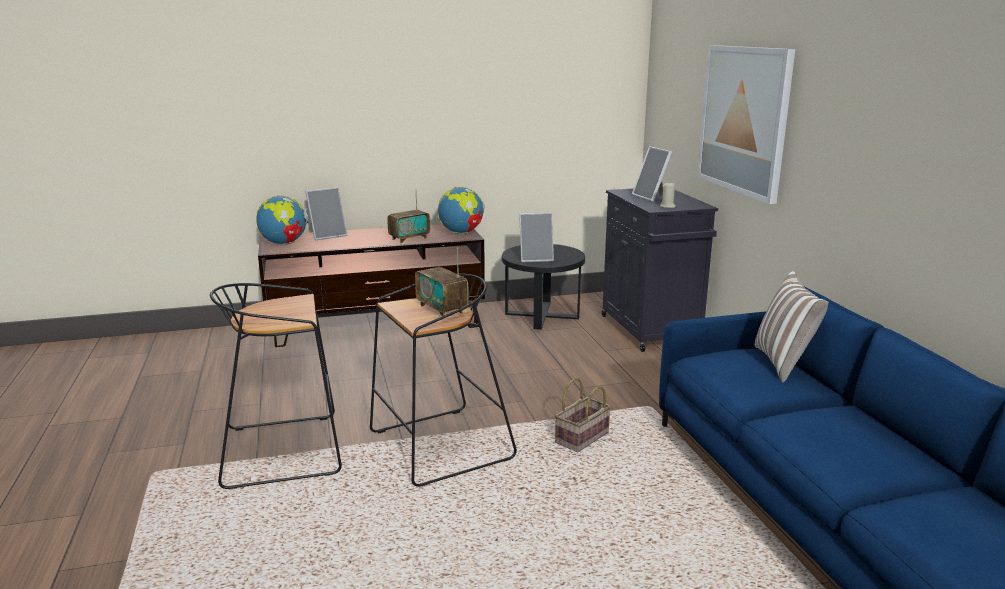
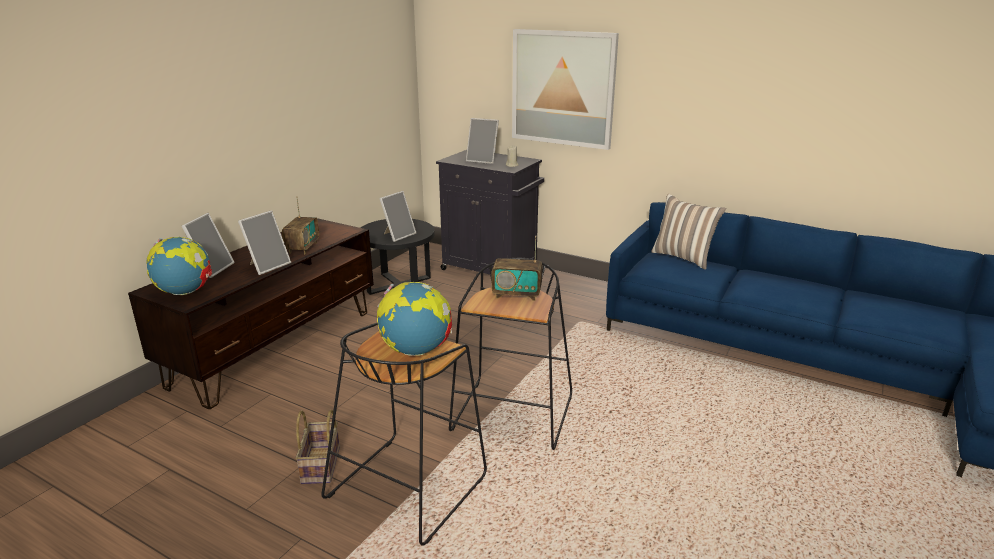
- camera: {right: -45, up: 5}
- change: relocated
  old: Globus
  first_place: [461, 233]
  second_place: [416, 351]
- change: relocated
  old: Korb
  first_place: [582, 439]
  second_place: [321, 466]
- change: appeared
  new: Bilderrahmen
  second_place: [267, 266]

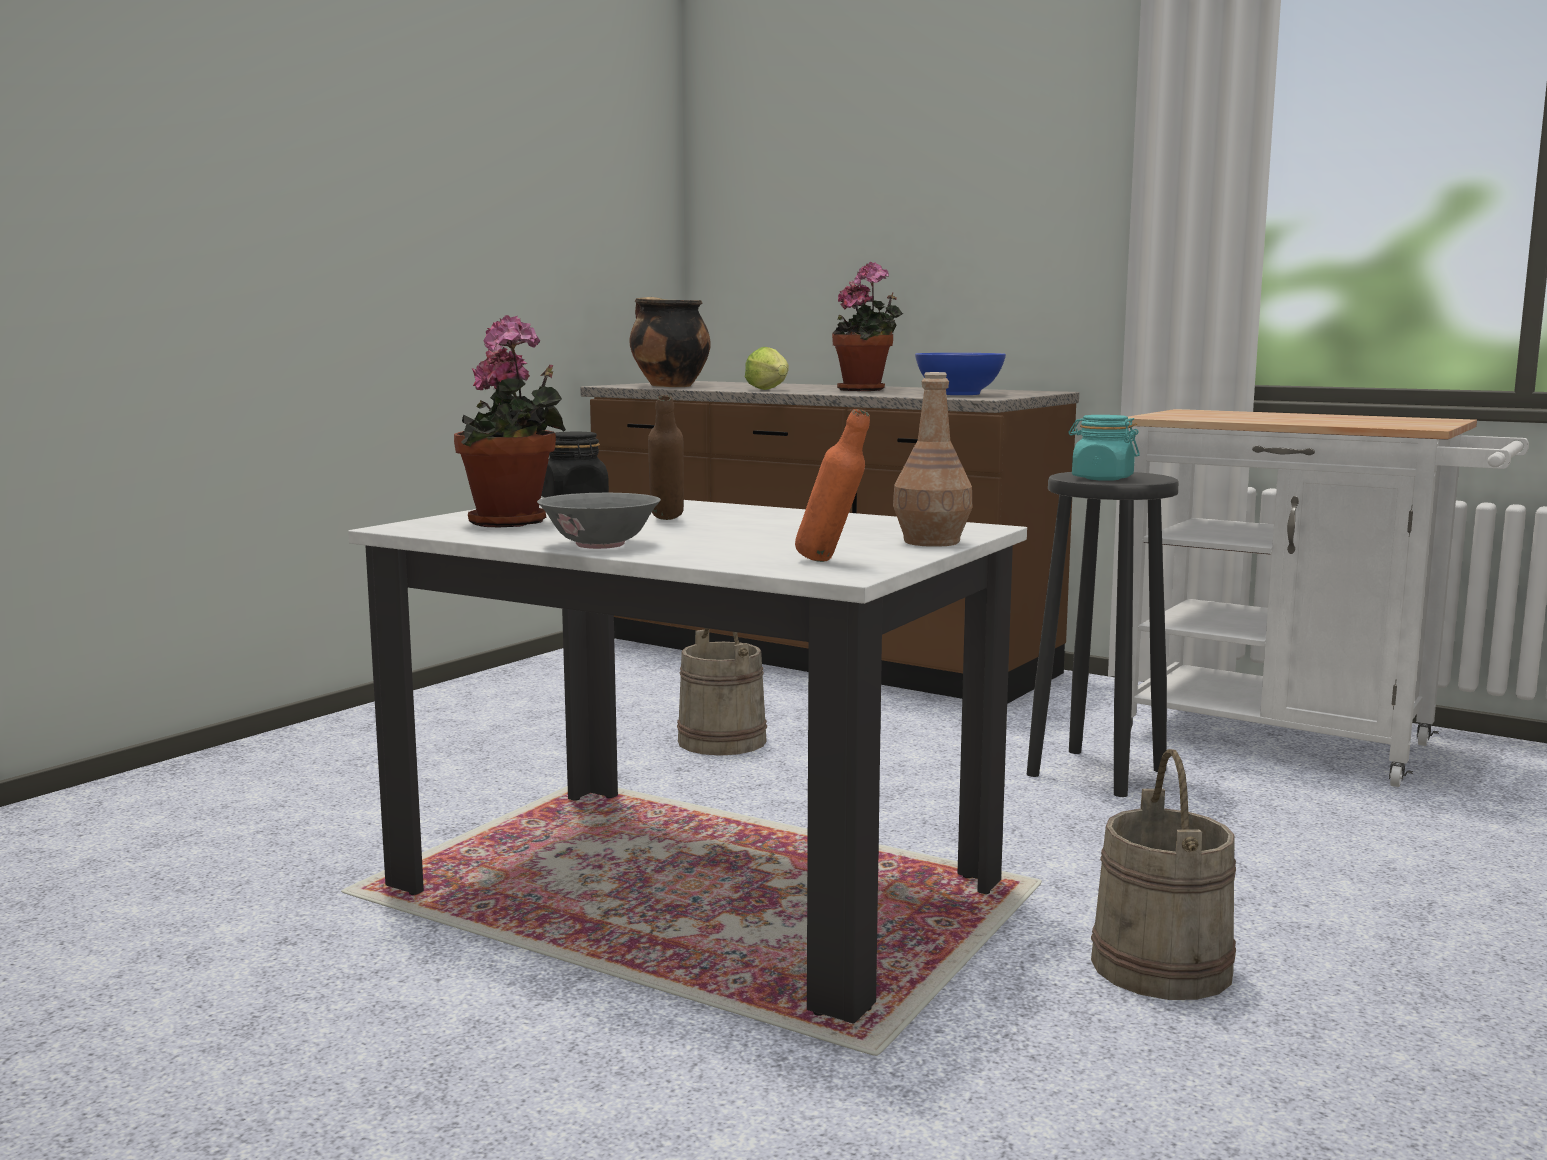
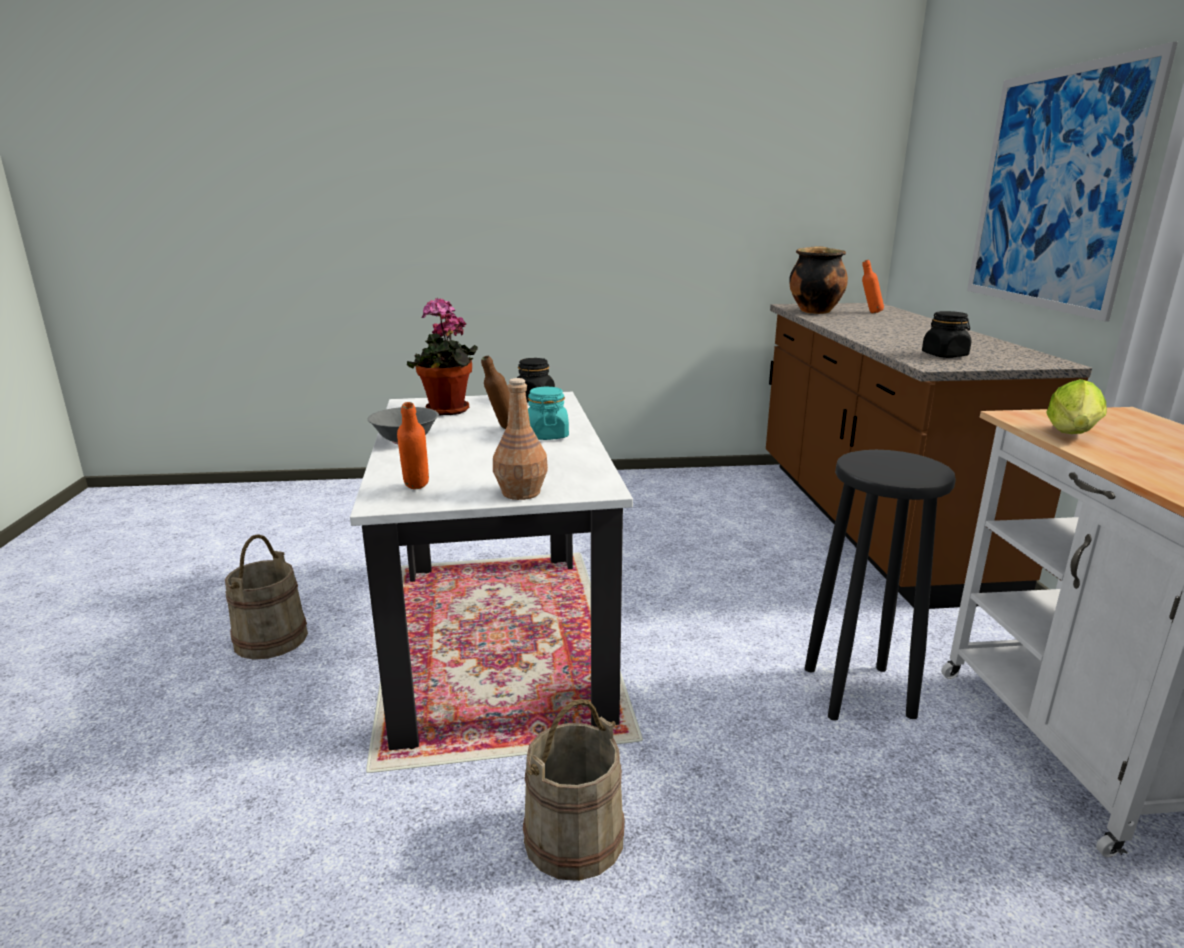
- camera: {right: 50, up: 10}
- change: relocated
  old: Eimer [beige]
  first_place: [721, 741]
  second_place: [270, 639]
- change: relocated
  old: Salatkopf
  first_place: [770, 390]
  second_place: [1072, 436]
- change: missing
  old: Topfpflanze
  first_place: [865, 390]
- change: exchanged
  old: Schüssel [blau]
  new: Vorratsglas [schwarz]
  first_place: [958, 394]
  second_place: [944, 355]
- change: relocated
  old: Vorratsglas [türkis]
  first_place: [1102, 478]
  second_place: [547, 435]
- change: appeared
  new: Flasche [orange]
  second_place: [869, 313]
- change: appeared
  new: Bild
  second_place: [1053, 190]

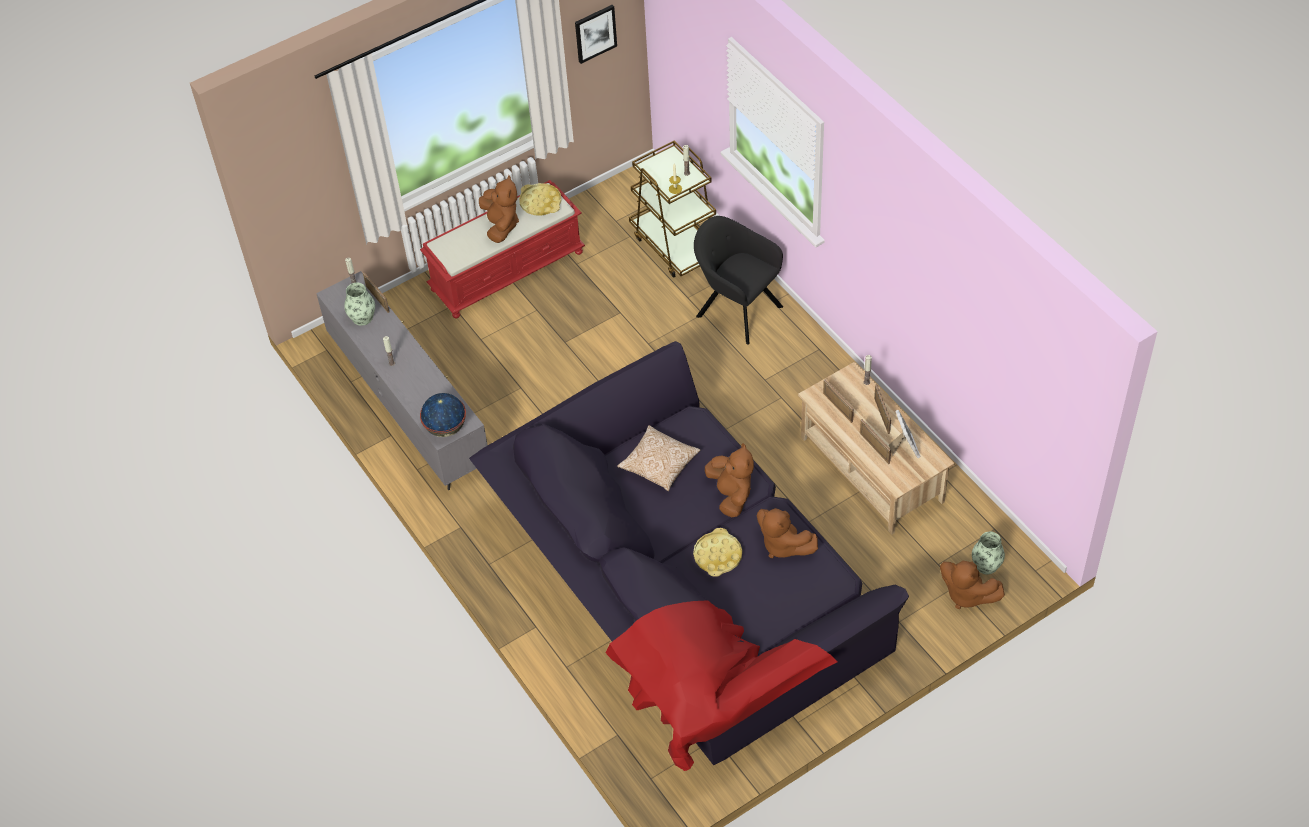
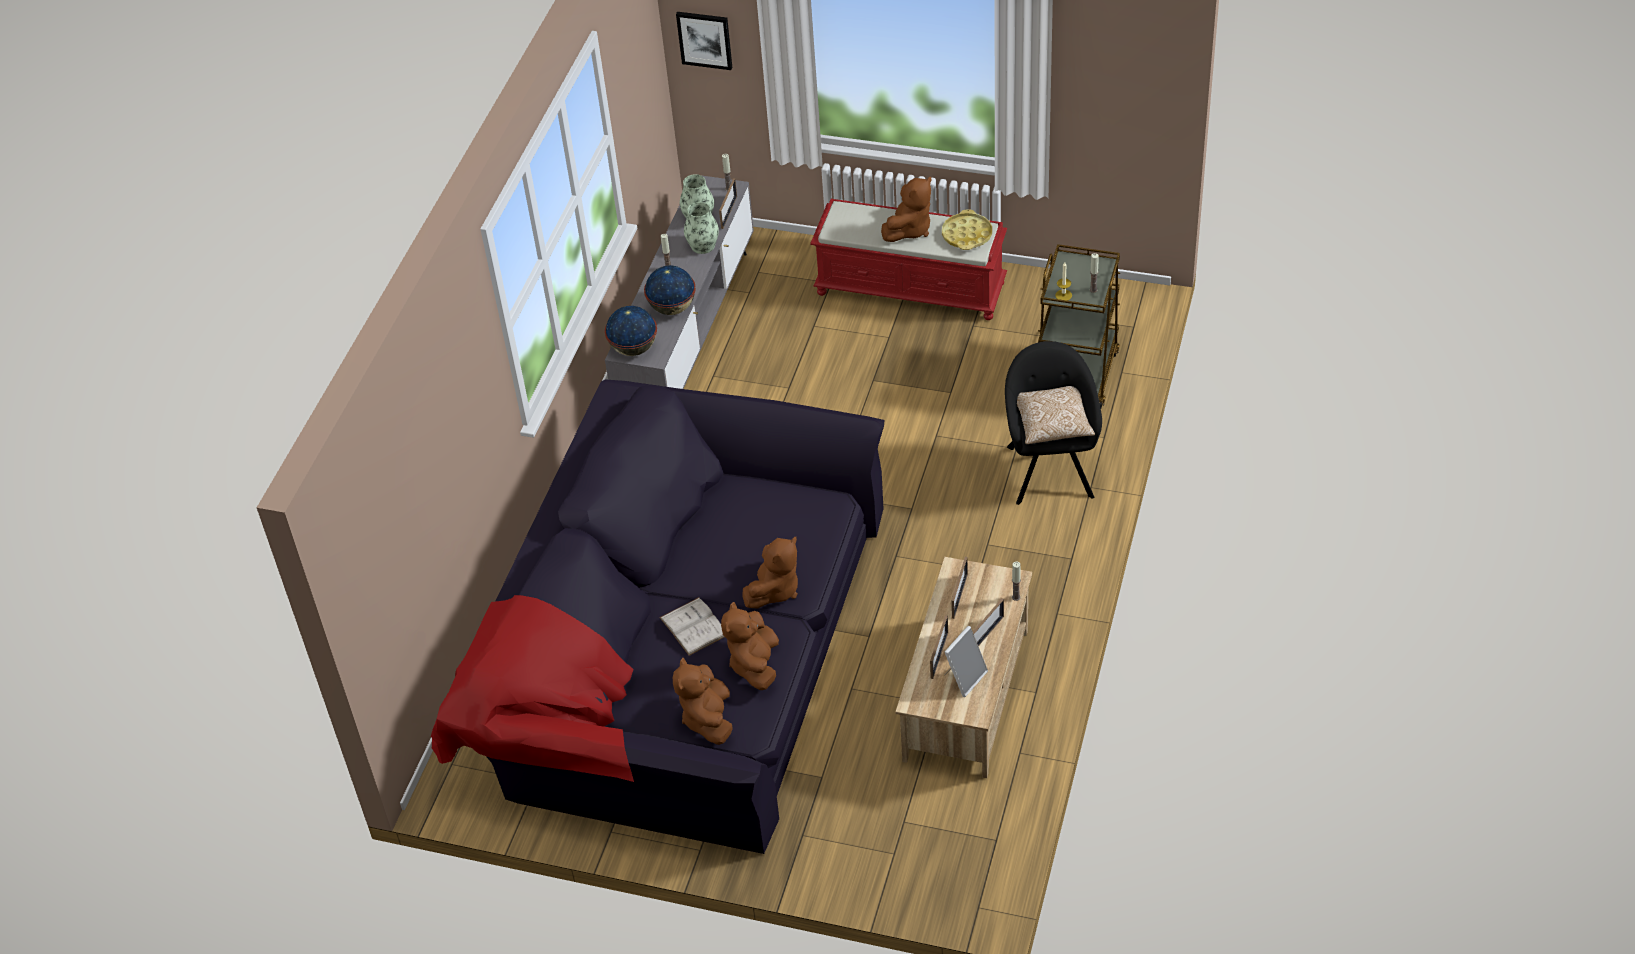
- camera: {right: 50, up: -5}
- change: relocated
  old: Bild
  first_place: [595, 33]
  second_place: [705, 39]
- change: relocated
  old: Kissen
  first_place: [659, 465]
  second_place: [1052, 424]
- change: exchanged
  old: Tablett [gelb]
  new: Buch [weiß]
  first_place: [718, 555]
  second_place: [694, 626]
- change: relocated
  old: Plüschtier [braun]
  first_place: [966, 594]
  second_place: [708, 719]
- change: relocated
  old: Vase
  first_place: [986, 565]
  second_place: [703, 246]
- change: appeared
  new: Globus
  second_place: [672, 308]

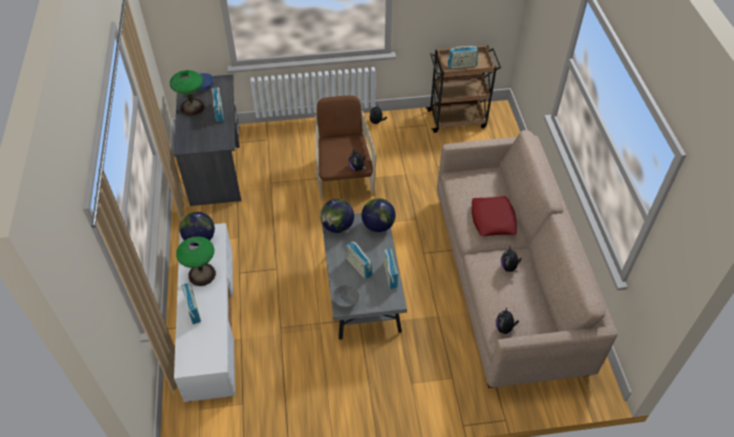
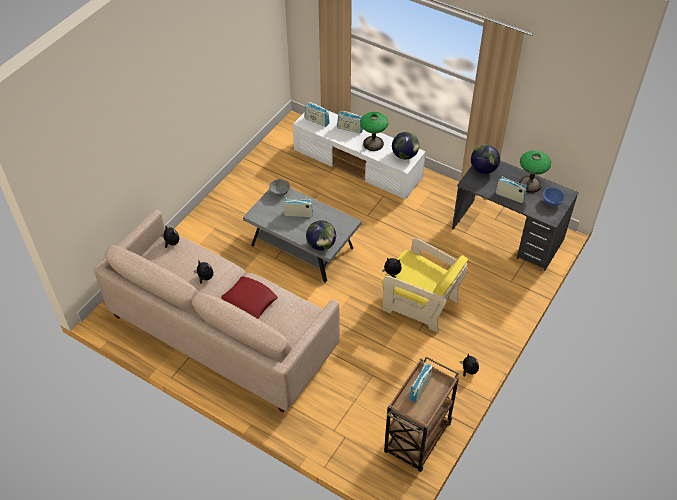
- camera: {right: 130, up: 0}
- change: colour
  old: Sessel [braun]
  new: Sessel [gelb]
  first_place: [344, 177]
  second_place: [420, 304]
- change: relocated
  old: Globus
  first_place: [337, 226]
  second_place: [483, 169]
- change: relocated
  old: Radio
  first_place: [390, 275]
  second_place: [317, 121]

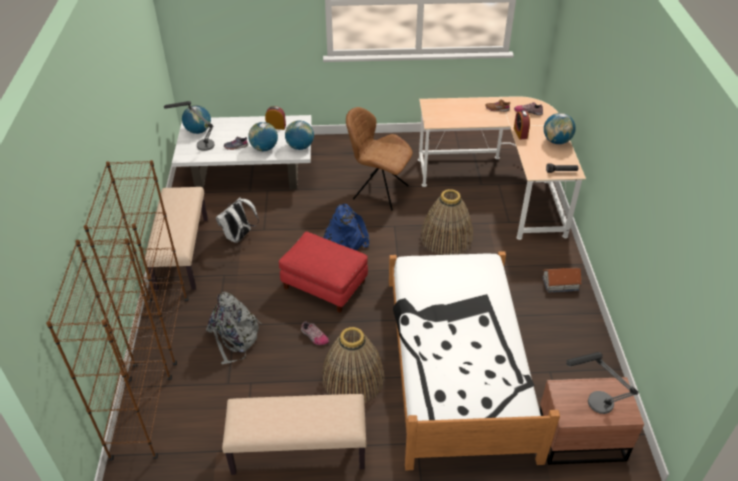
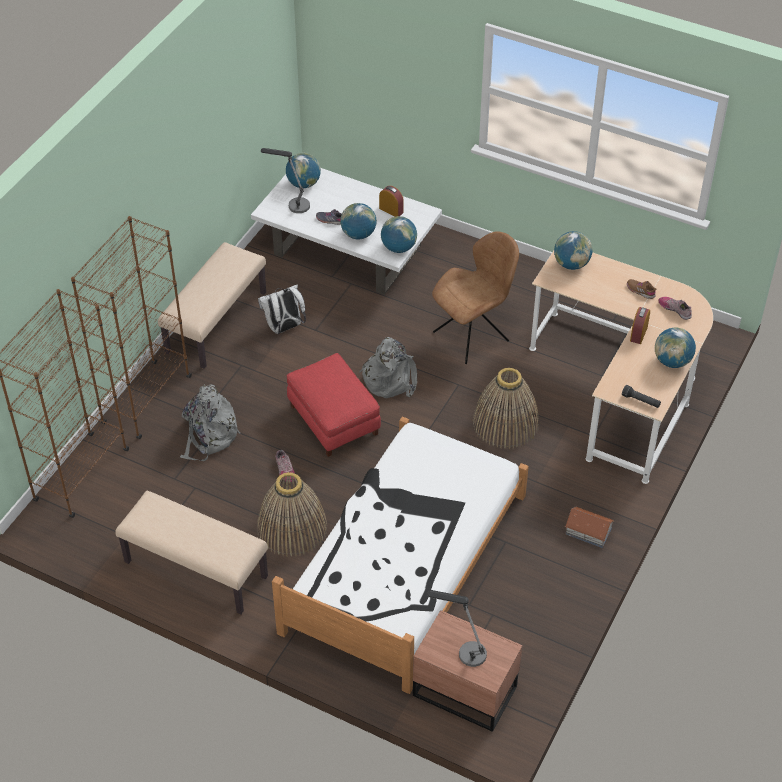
- camera: {right: 30, up: 5}
- change: colour
  old: Rucksack [blau]
  new: Rucksack [grau]
  first_place: [344, 240]
  second_place: [390, 378]
- change: spun
  old: Stuhl [braun]
  first_place: [378, 191]
  second_place: [473, 335]
  degrees: 90
- change: appeared
  new: Globus
  second_place: [571, 264]

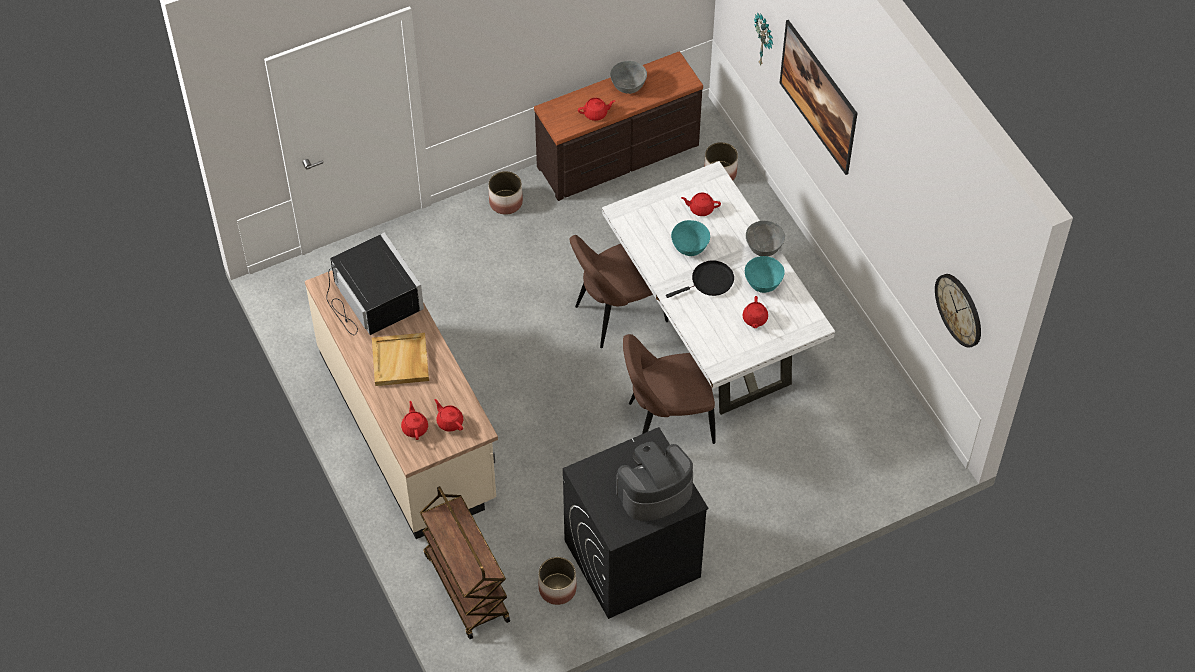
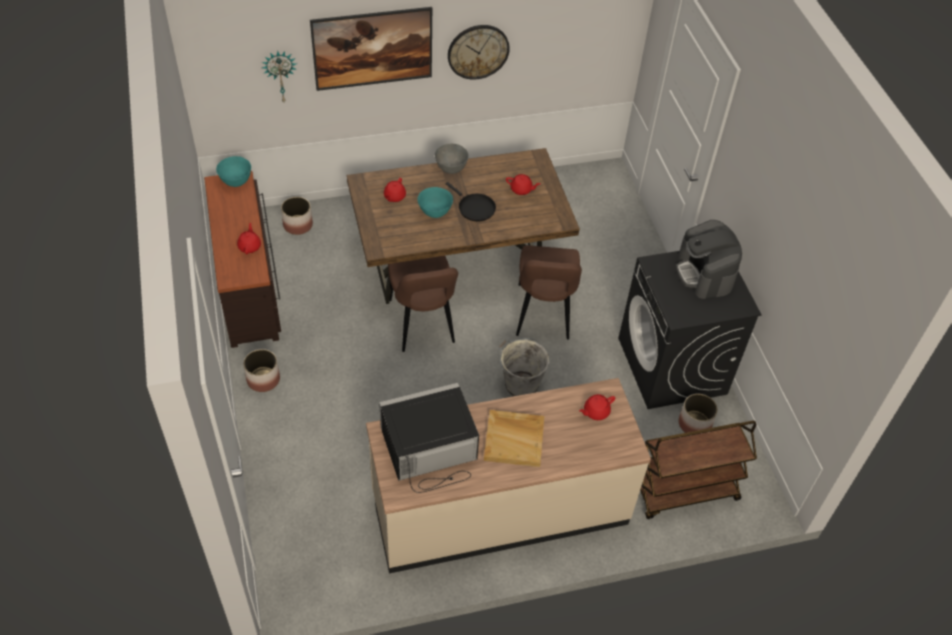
- camera: {right: -80, up: -5}
- change: missing
  old: Teekanne [rot]
  first_place: [415, 428]
- change: colour
  old: Esstisch [weiß]
  new: Esstisch [braun]
  first_place: [712, 331]
  second_place: [459, 266]
- change: missing
  old: Schüssel [grau]
  first_place: [628, 87]
- change: spun
  old: Pfanne [schwarz]
  first_place: [709, 281]
  second_place: [474, 208]
  degrees: 150
- change: relocated
  old: Schüssel [türkis]
  first_place: [763, 284]
  second_place: [236, 182]
- change: relocated
  old: Wanduhr
  first_place: [959, 309]
  second_place: [478, 51]
- change: appeared
  new: Eimer [grau]
  second_place: [520, 385]

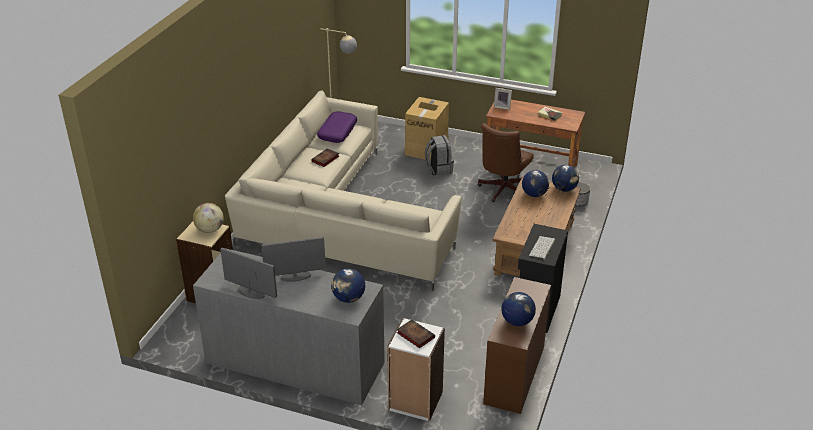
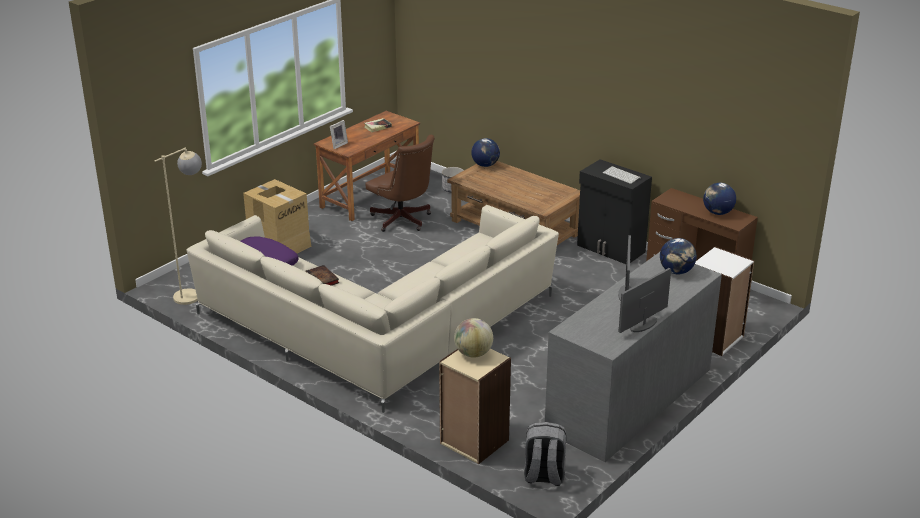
- camera: {right: -70, up: -5}
- change: missing
  old: Buch
  first_place: [414, 335]
- change: relocated
  old: Rucksack [grau]
  first_place: [438, 169]
  second_place: [543, 476]
- change: missing
  old: Globus
  first_place: [534, 194]

